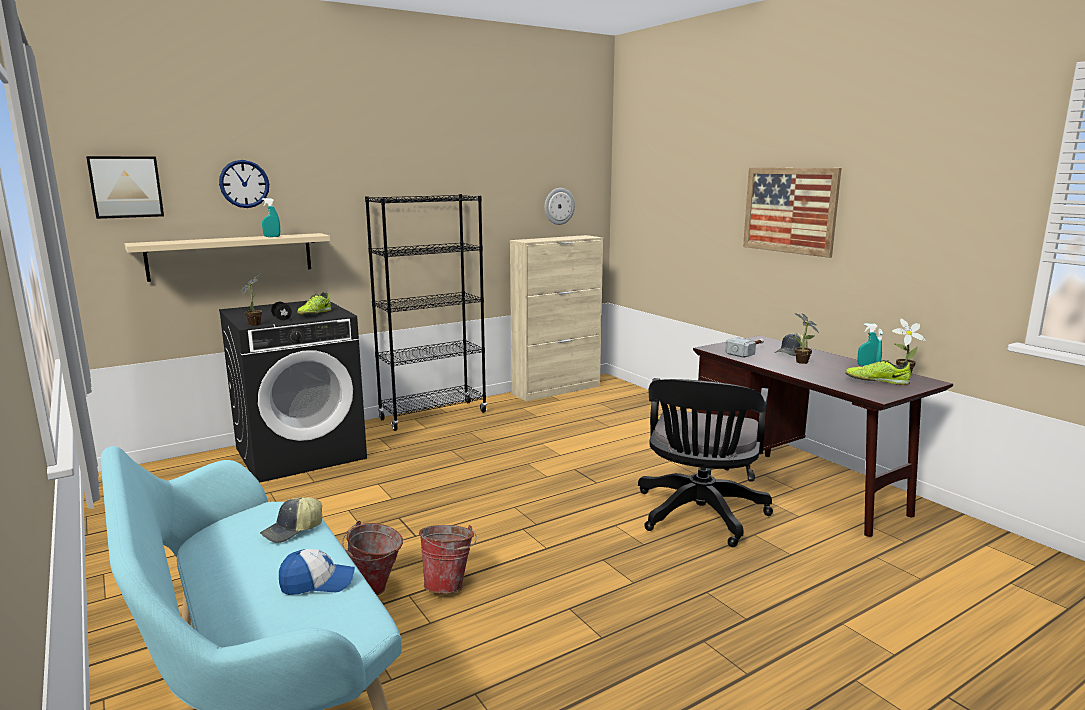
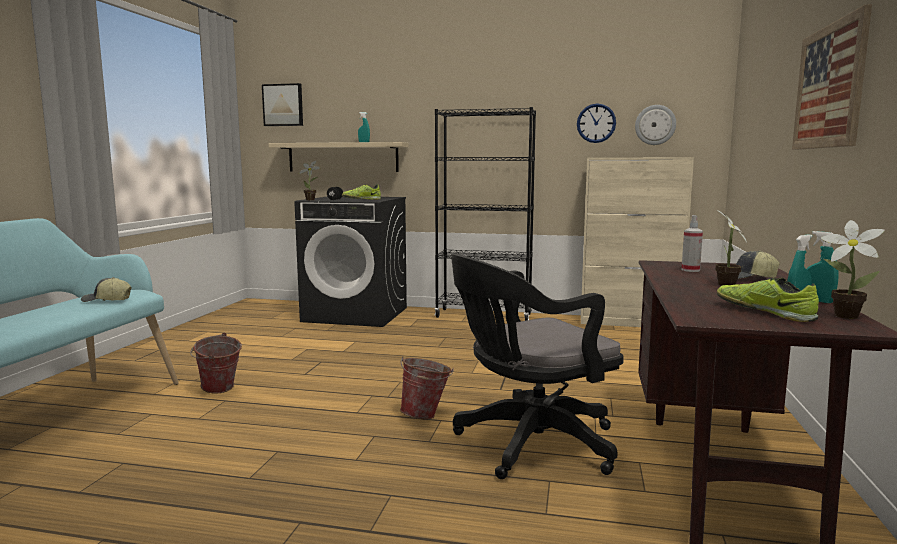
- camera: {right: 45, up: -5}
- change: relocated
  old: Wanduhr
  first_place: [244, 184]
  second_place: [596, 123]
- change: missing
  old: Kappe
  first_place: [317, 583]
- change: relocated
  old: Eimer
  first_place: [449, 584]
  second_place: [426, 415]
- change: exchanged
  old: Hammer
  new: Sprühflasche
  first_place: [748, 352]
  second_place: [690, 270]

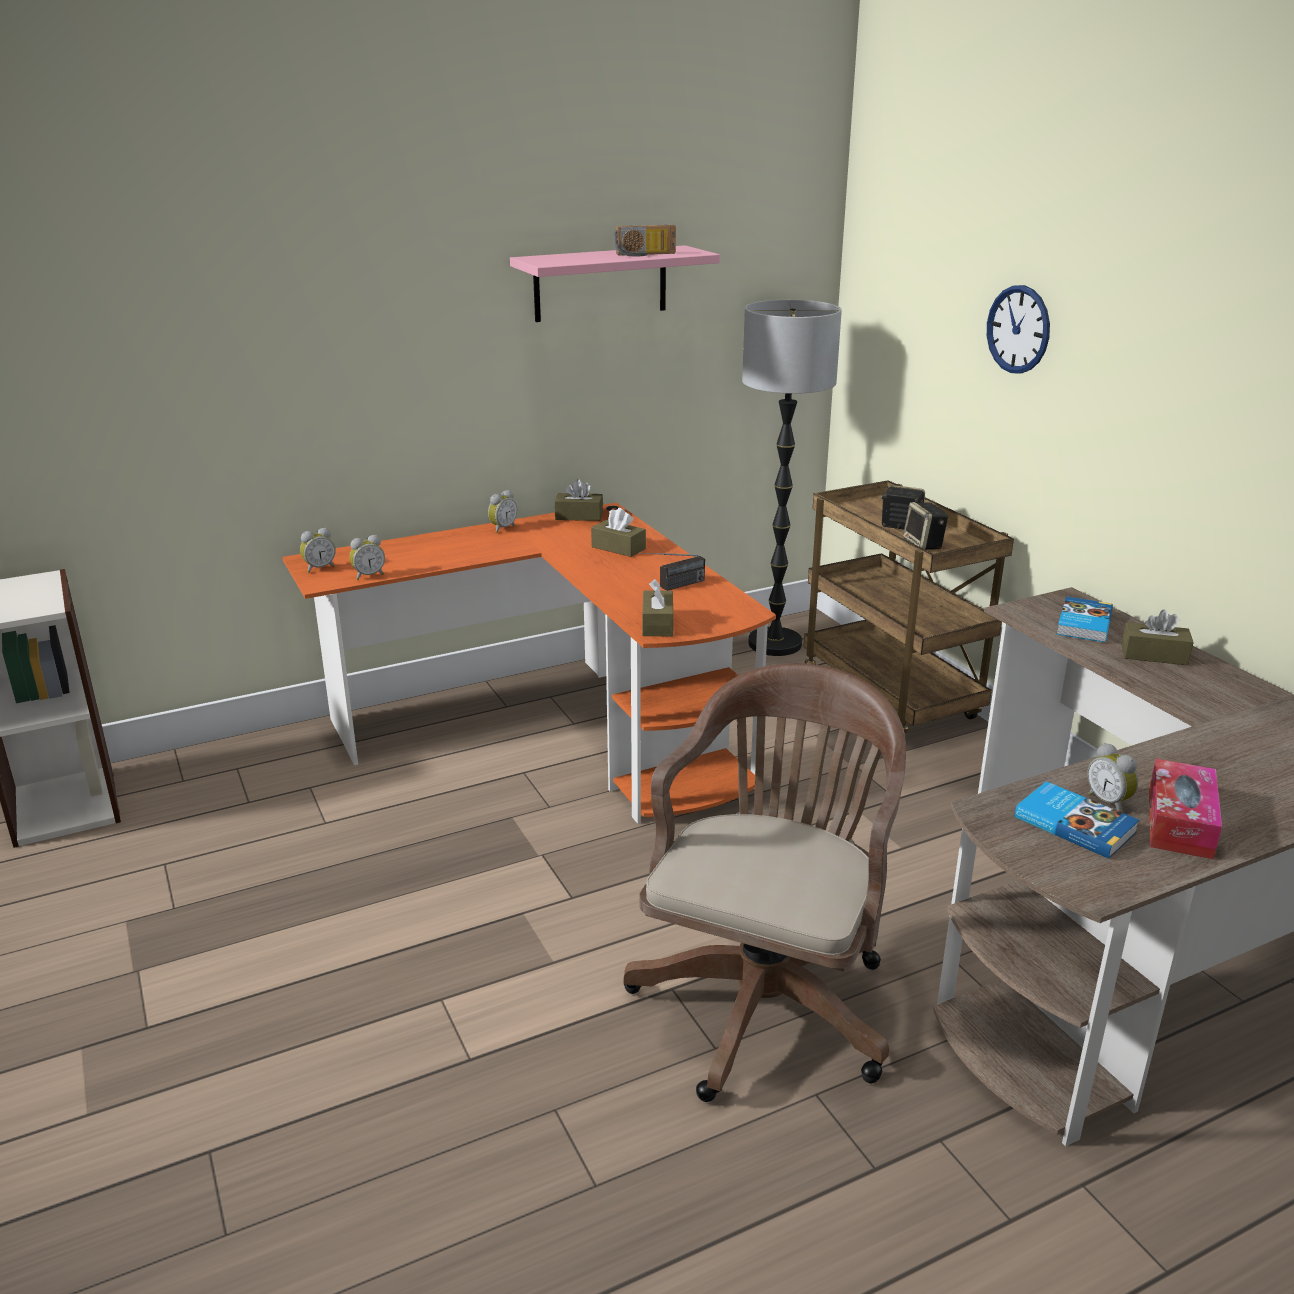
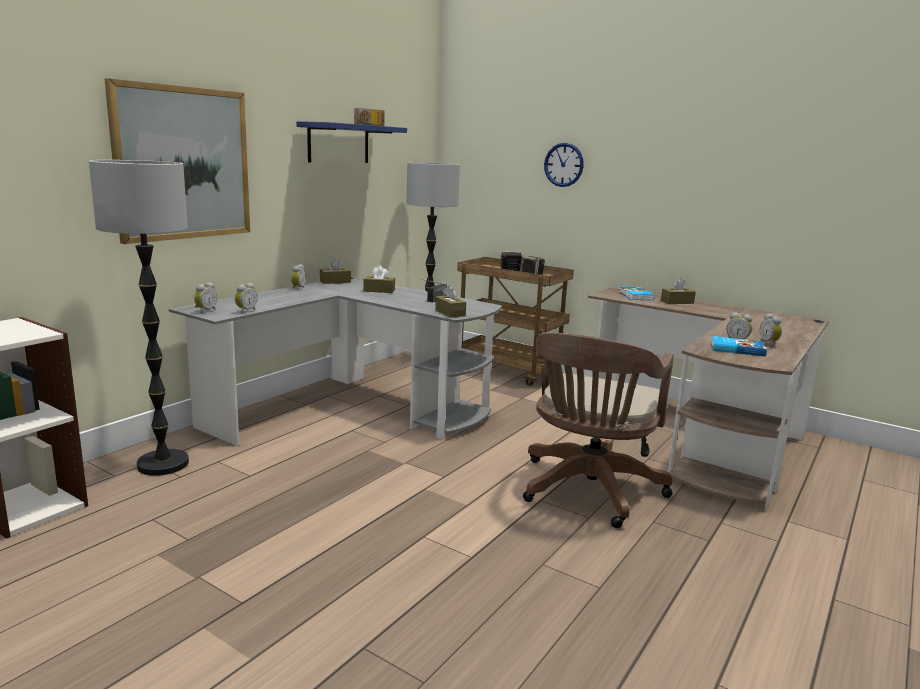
- camera: {right: -30, up: -10}
- change: colour
  old: Schreibtisch [orange]
  new: Schreibtisch [grau]
  first_place: [559, 729]
  second_place: [350, 409]
- change: colour
  old: Wandregal [rosa]
  new: Wandregal [blau]
  first_place: [600, 283]
  second_place: [338, 143]
- change: spun
  old: Bürostuhl [braun]
  first_place: [767, 997]
  second_place: [588, 492]
  degrees: -150
- change: exchanged
  old: Taschentuchbox
  new: Wecker
  first_place: [1179, 822]
  second_place: [769, 343]
- change: appeared
  new: Stehlampe
  second_place: [163, 464]
- change: appeared
  new: Bild
  second_place: [183, 163]

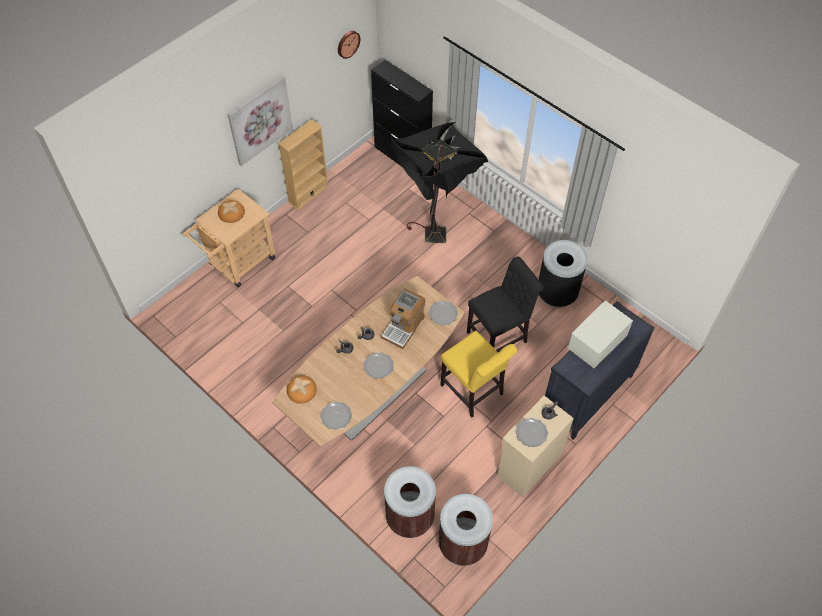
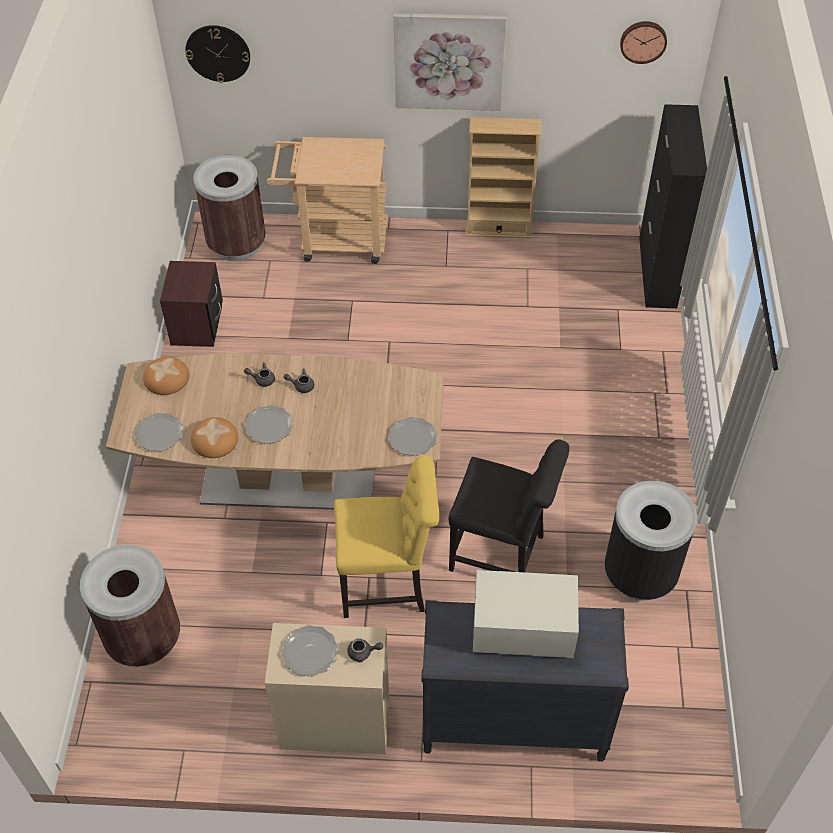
- camera: {right: 50, up: -5}
- change: relocated
  old: Brot
  first_place: [231, 213]
  second_place: [214, 440]
- change: missing
  old: Kaffeemaschine
  first_place: [403, 327]
- change: missing
  old: Stehlampe [schwarz]
  first_place: [436, 229]
- change: relocated
  old: Mülleimer [braun]
  first_place: [463, 544]
  second_place: [237, 244]
- change: spun
  old: Stuhl [gelb]
  first_place: [474, 392]
  second_place: [388, 583]
  degrees: -105
- change: appeared
  new: Nachttisch [braun]
  second_place: [197, 326]
- change: appeared
  new: Wanduhr
  second_place: [218, 53]

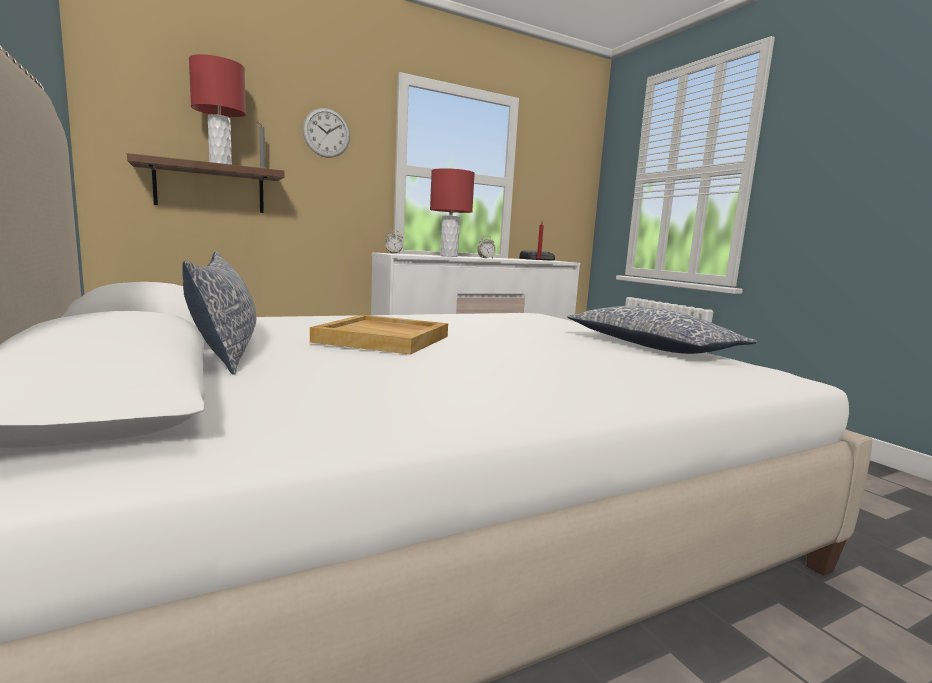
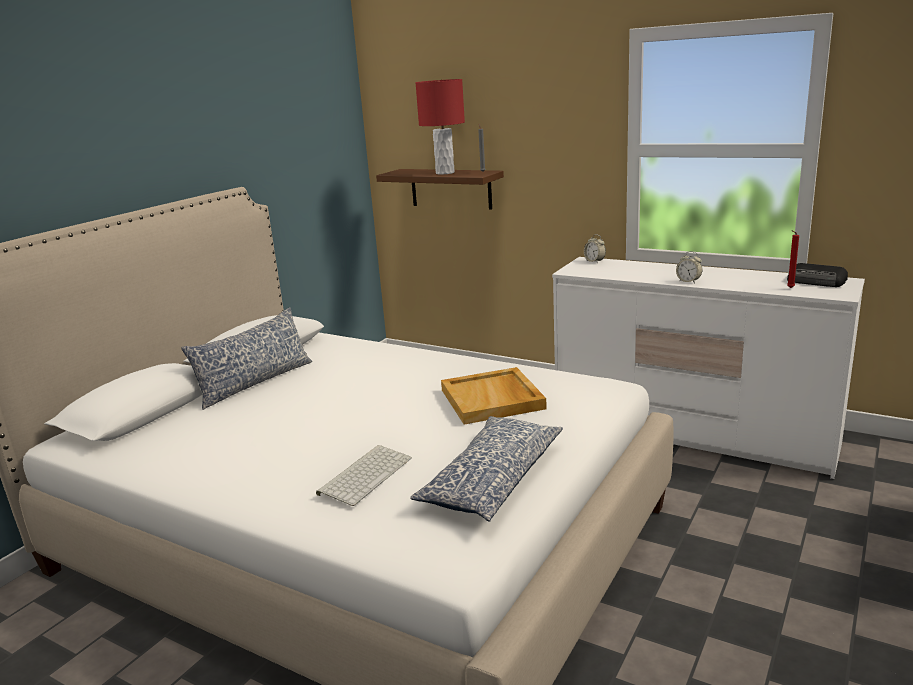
- camera: {right: 60, up: 10}
- change: missing
  old: Wanduhr
  first_place: [326, 133]
- change: relocated
  old: Tablett [beige]
  first_place: [384, 339]
  second_place: [493, 399]
- change: missing
  old: Tischlampe [rot]
  first_place: [448, 256]
- change: appeared
  new: Tastatur
  second_place: [365, 474]

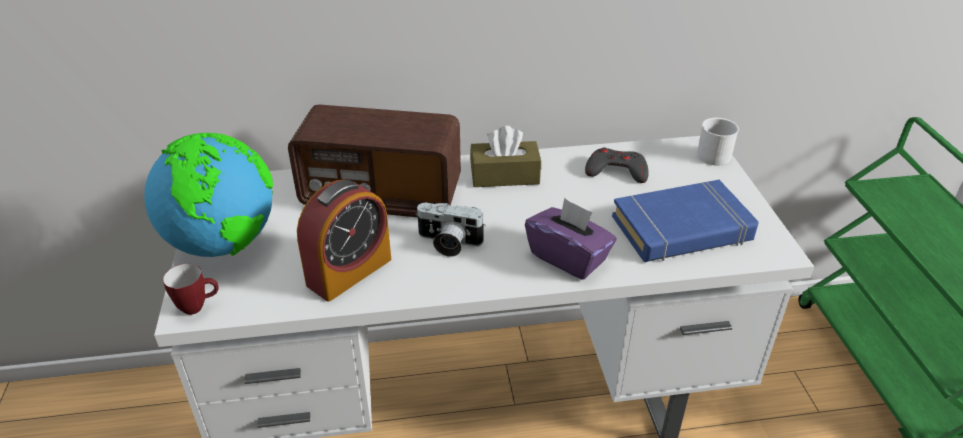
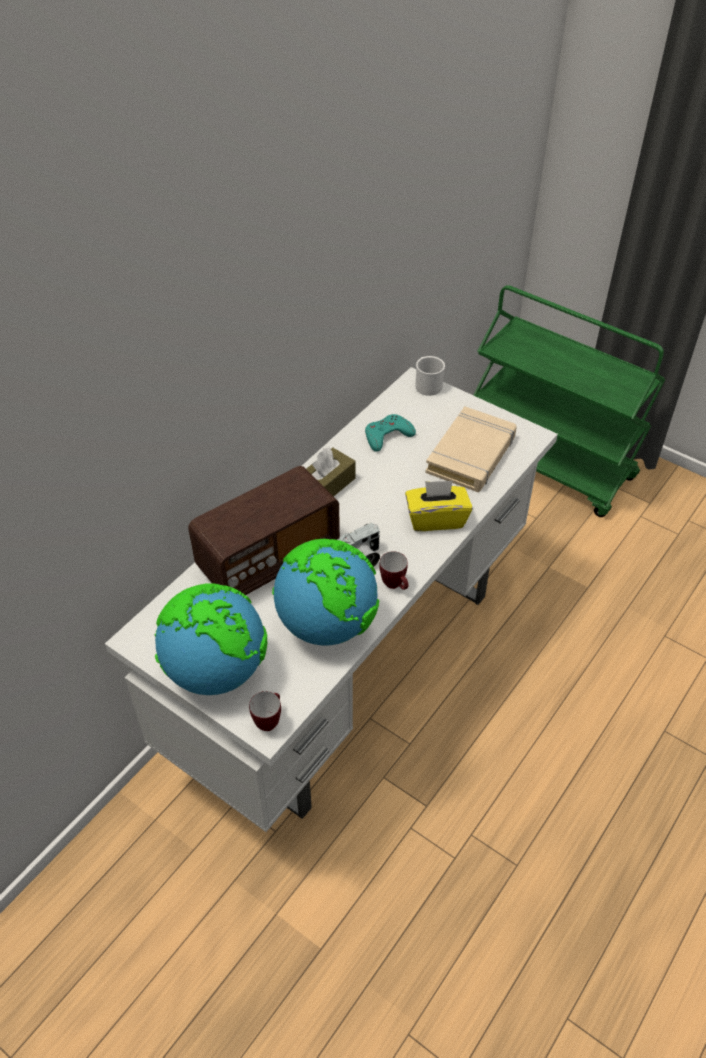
- camera: {right: -45, up: 10}
- change: exchanged
  old: Wecker
  new: Globus
  first_place: [349, 271]
  second_place: [326, 624]
- change: colour
  old: Taschentuchbox [lila]
  new: Taschentuchbox [gelb]
  first_place: [568, 257]
  second_place: [436, 519]
- change: colour
  old: Gamepad [grau]
  new: Gamepad [türkis]
  first_place: [616, 170]
  second_place: [387, 436]
- change: colour
  old: Buch [blau]
  new: Buch [beige]
  first_place: [682, 229]
  second_place: [471, 455]
- change: appeared
  new: Henkelbecher
  second_place: [395, 585]

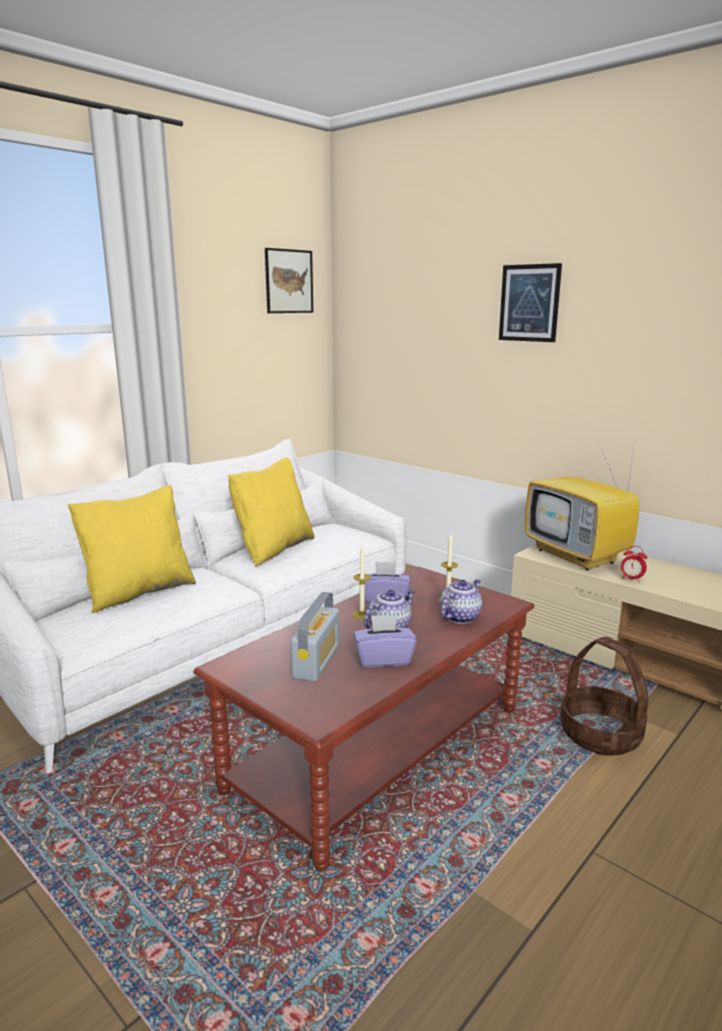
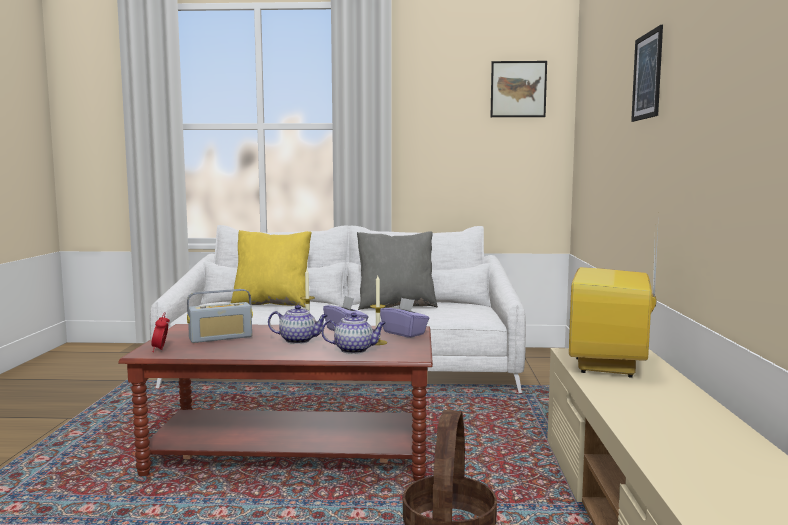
- camera: {right: 50, up: -10}
- change: colour
  old: Kissen [gelb]
  new: Kissen [grau]
  first_place: [273, 549]
  second_place: [396, 306]
- change: relocated
  old: Taschentuchbox [lila]
  first_place: [383, 659]
  second_place: [404, 333]
- change: relocated
  old: Wecker
  first_place: [631, 579]
  second_place: [161, 350]

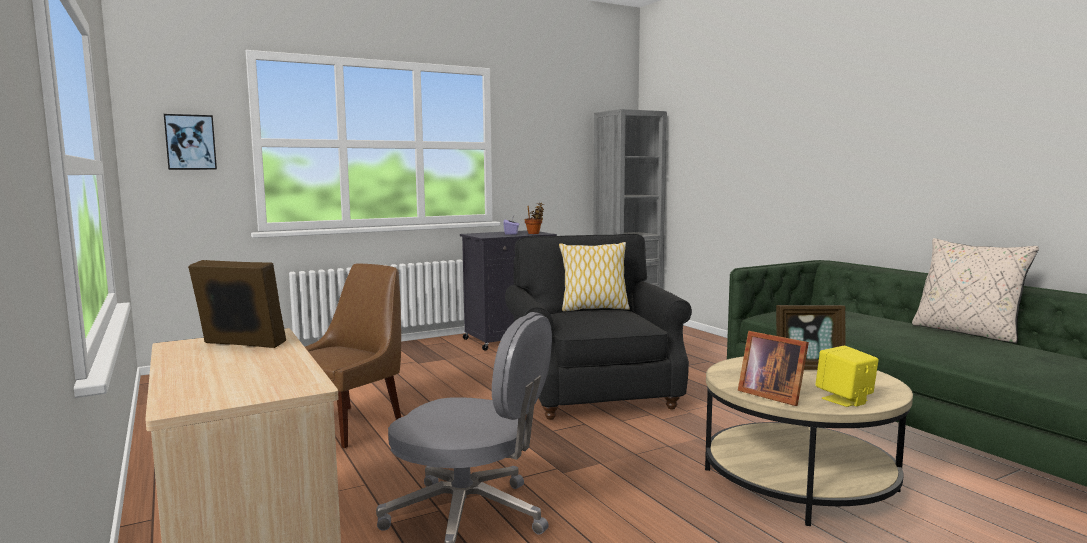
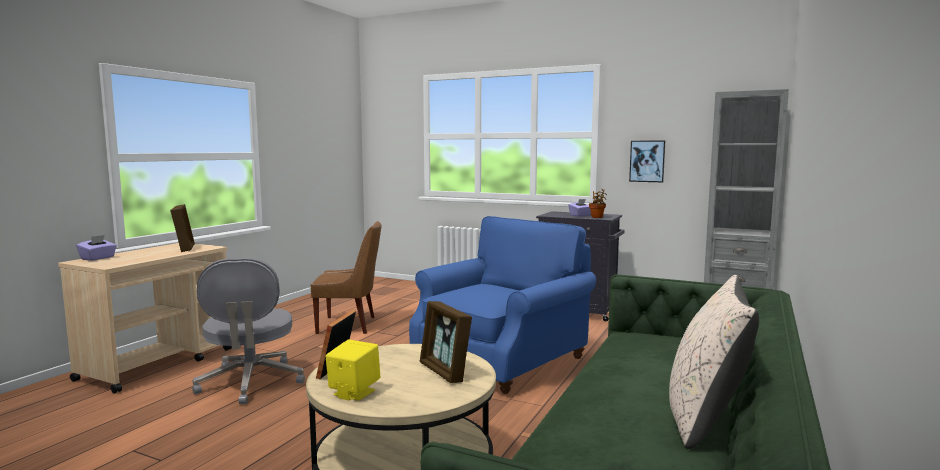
- camera: {right: 55, up: 0}
- change: relocated
  old: Bild
  first_place: [190, 142]
  second_place: [647, 161]
- change: colour
  old: Sessel [schwarz]
  new: Sessel [blau]
  first_place: [592, 391]
  second_place: [502, 360]
- change: missing
  old: Kissen
  first_place: [594, 309]
- change: appeared
  new: Taschentuchbox [lila]
  second_place: [98, 258]

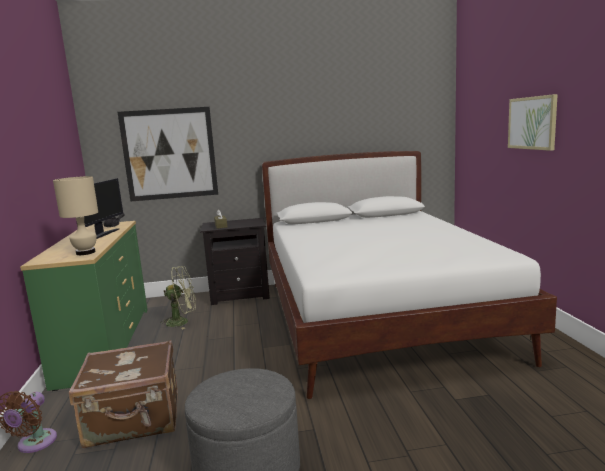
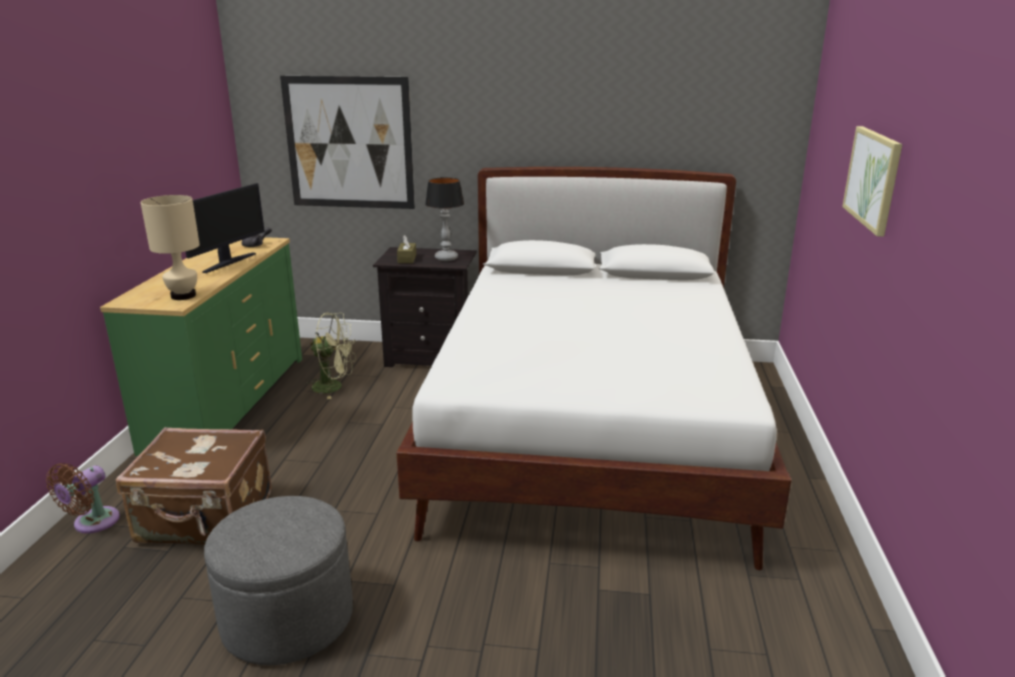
- camera: {right: 15, up: 10}
- change: appeared
  new: Tischlampe
  second_place: [446, 258]

